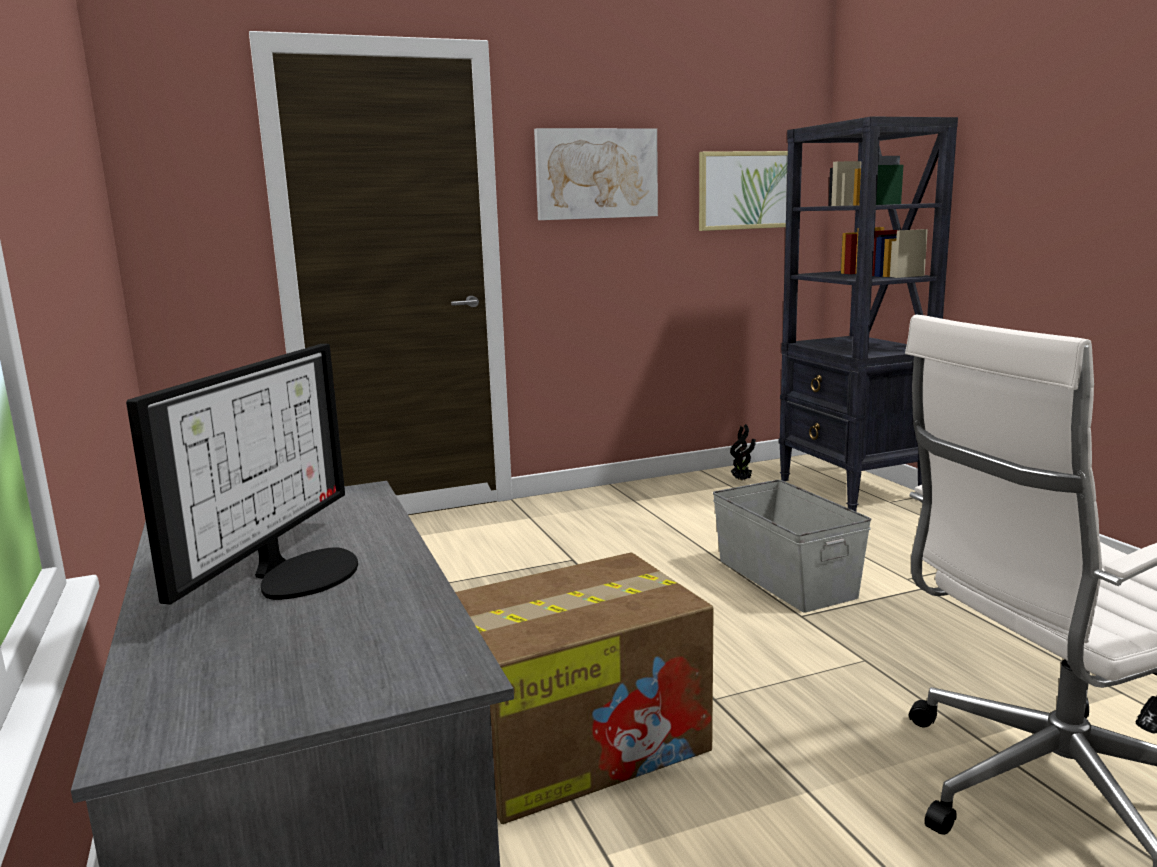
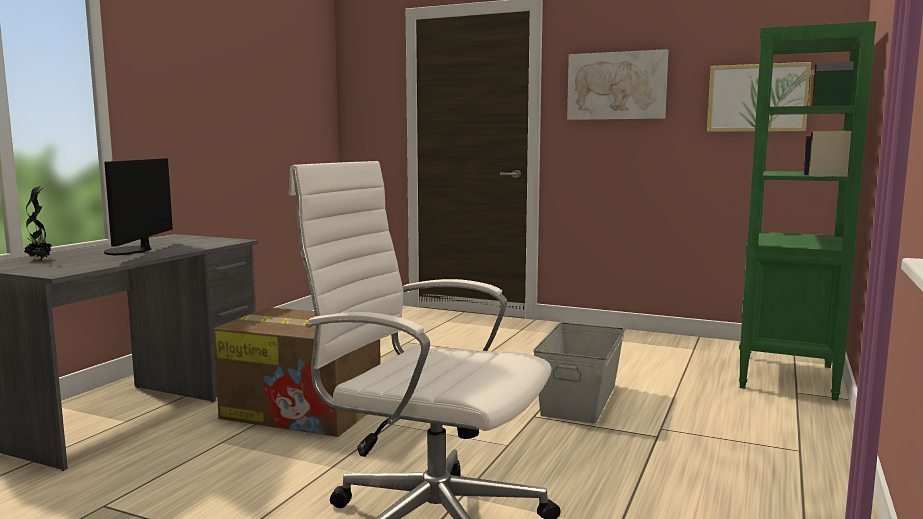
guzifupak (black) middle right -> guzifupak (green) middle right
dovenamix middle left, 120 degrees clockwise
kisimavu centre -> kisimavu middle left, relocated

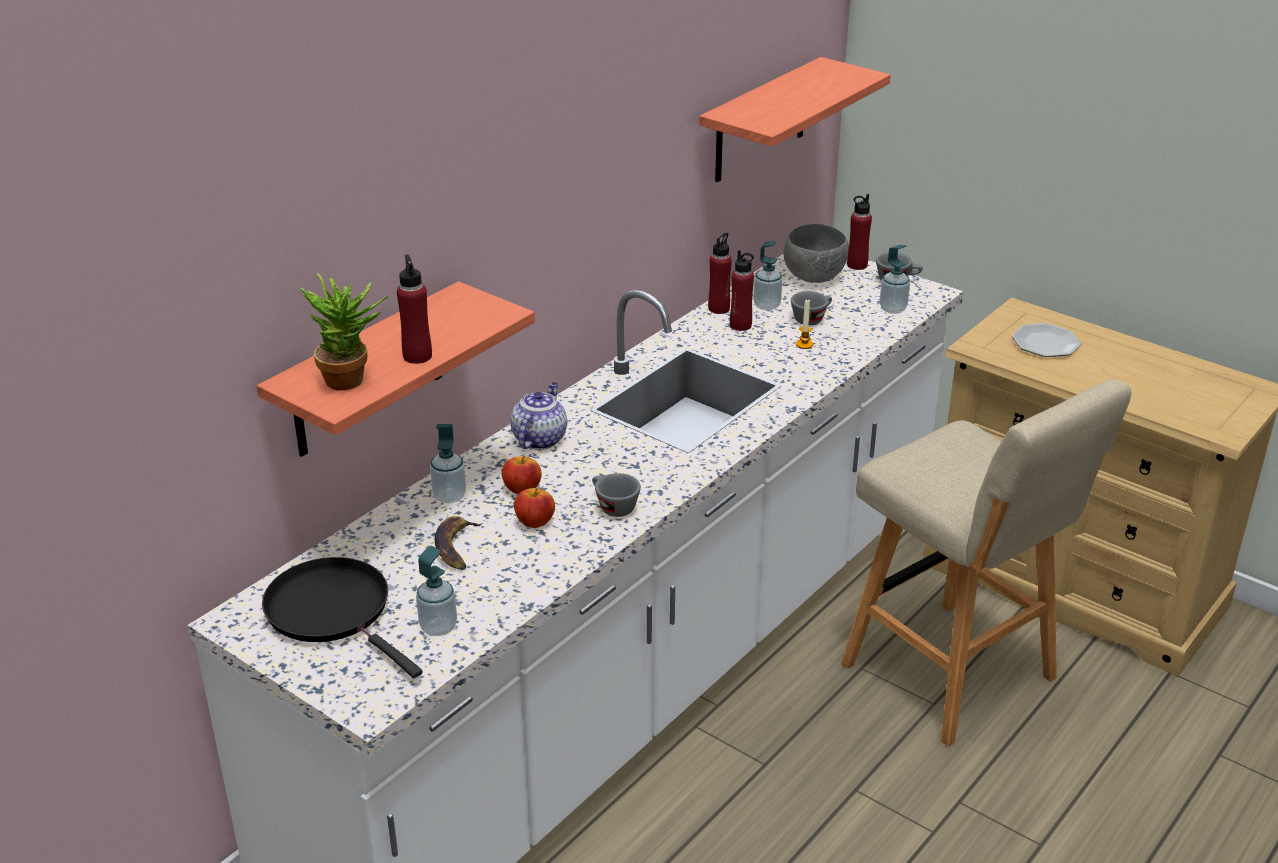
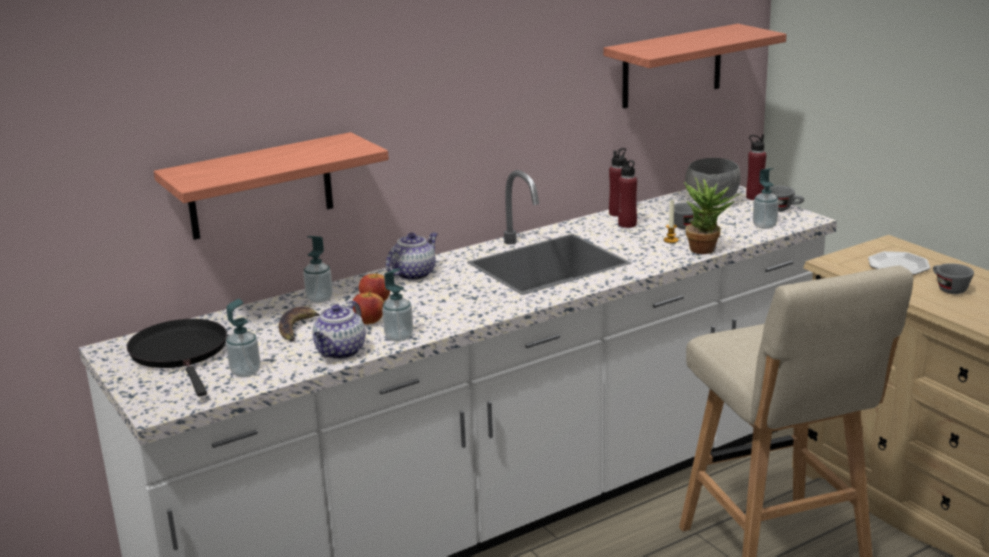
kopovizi (no. 3 from left) top centre -> kopovizi (no. 3 from left) centre, relocated
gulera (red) (no. 1 from left) middle left -> none
kisimavu middle left -> kisimavu middle right, relocated
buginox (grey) (no. 1 from left in the first image) centre -> buginox (grey) (no. 3 from left) middle right, relocated
none -> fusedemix (no. 1 from left) centre

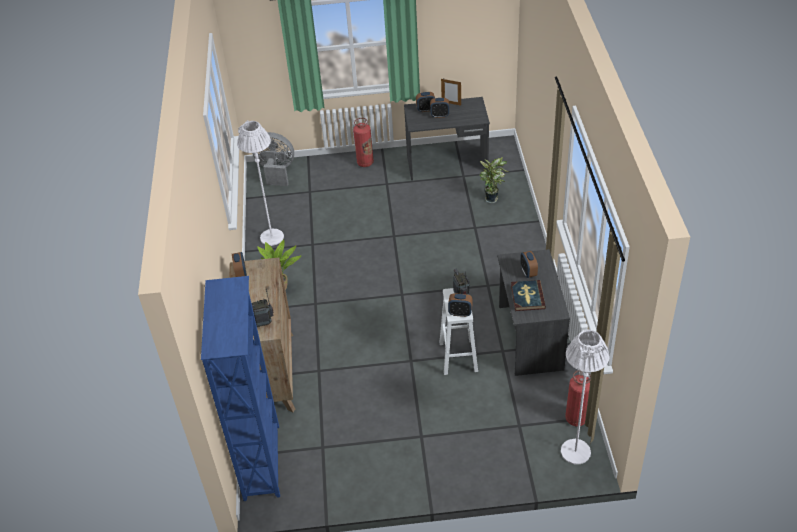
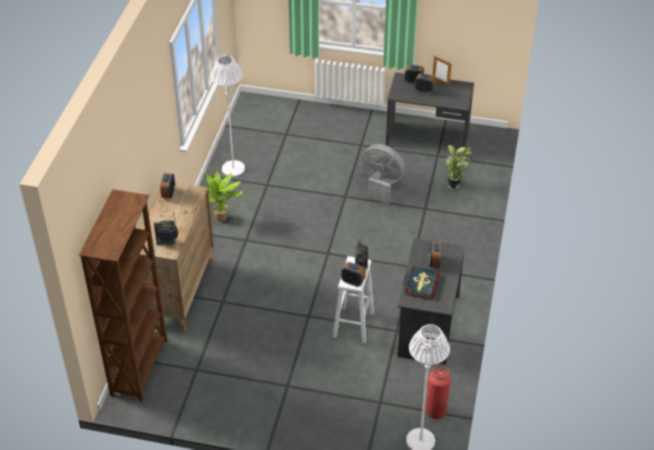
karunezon (no. 1 from left) top centre -> none
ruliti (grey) top centre -> ruliti (grey) centre, relocated
guzifupak (blue) bottom left -> guzifupak (brown) middle left

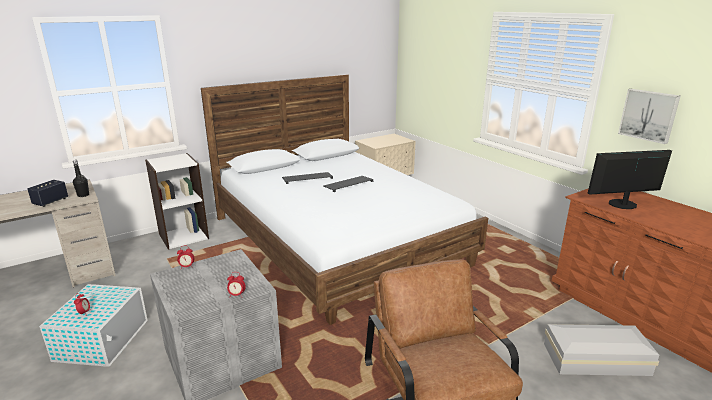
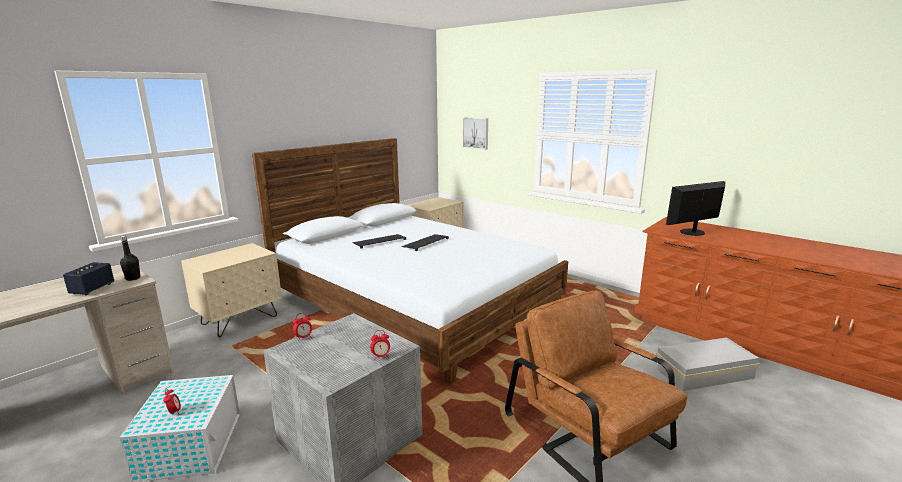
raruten top right -> raruten top centre, relocated
guzifupak (white) middle left -> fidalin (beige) (no. 1 from left) middle left

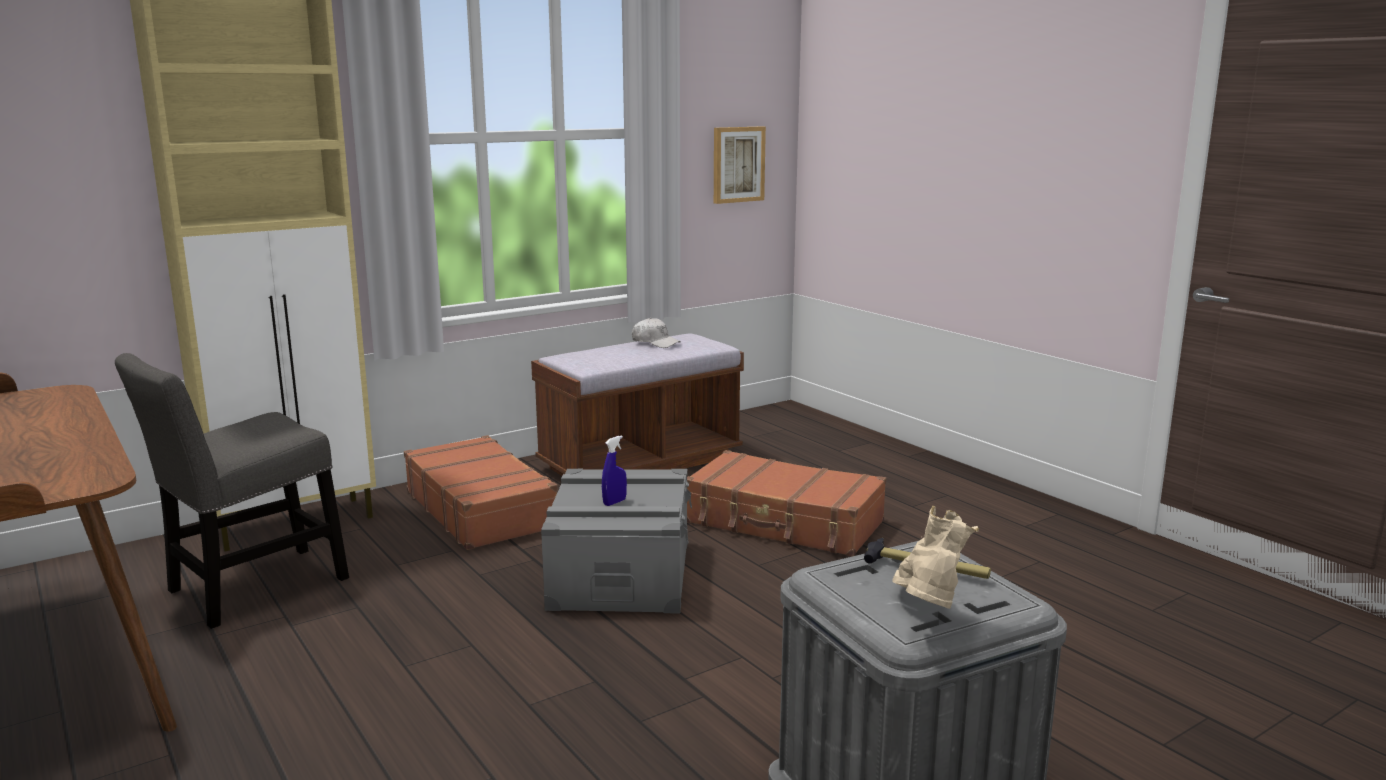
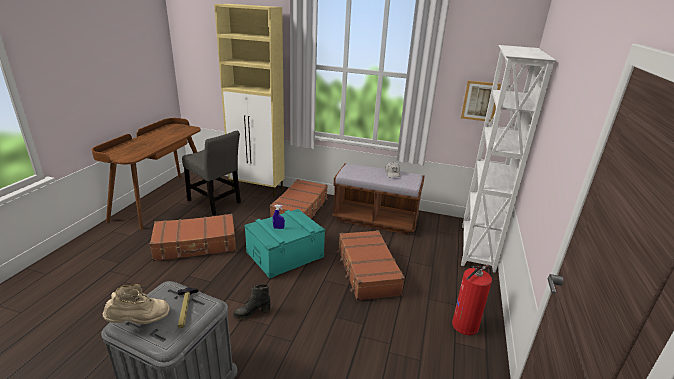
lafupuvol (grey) middle left, 150 degrees counterclockwise
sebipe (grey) (no. 1 from left) bottom centre -> sebipe (turquoise) centre
none -> guzifupak (white) middle right
none -> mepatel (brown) (no. 1 from left) middle left
none -> karunezon bottom right
none -> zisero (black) bottom centre

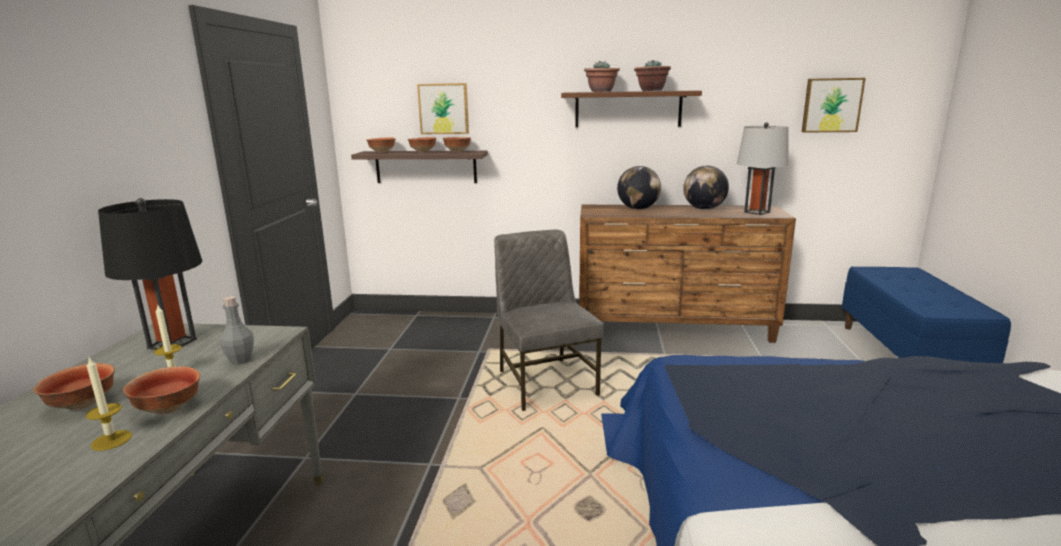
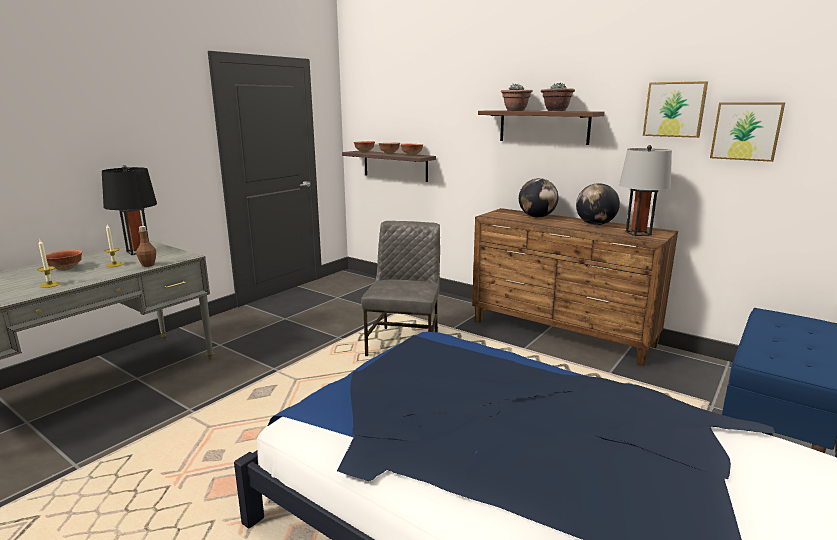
raruten (no. 1 from left) top centre -> raruten (no. 1 from left) top right, relocated
gulera (grey) middle left -> gulera (brown) middle left
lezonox (no. 2 from left) bottom left -> none

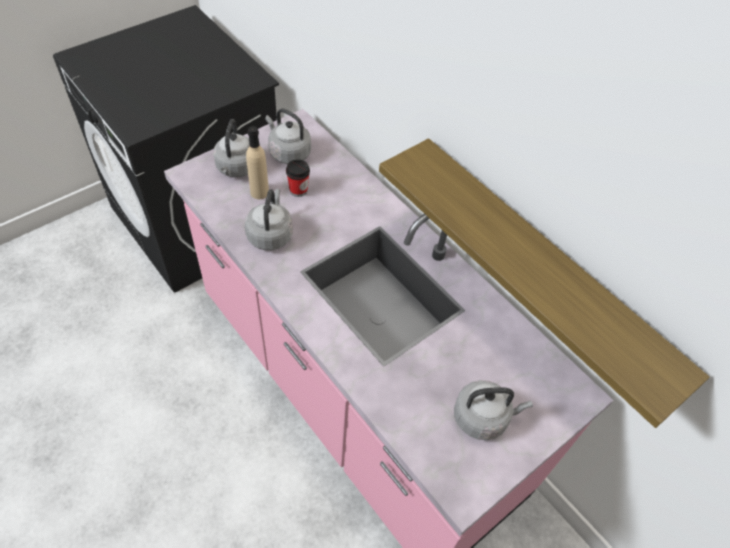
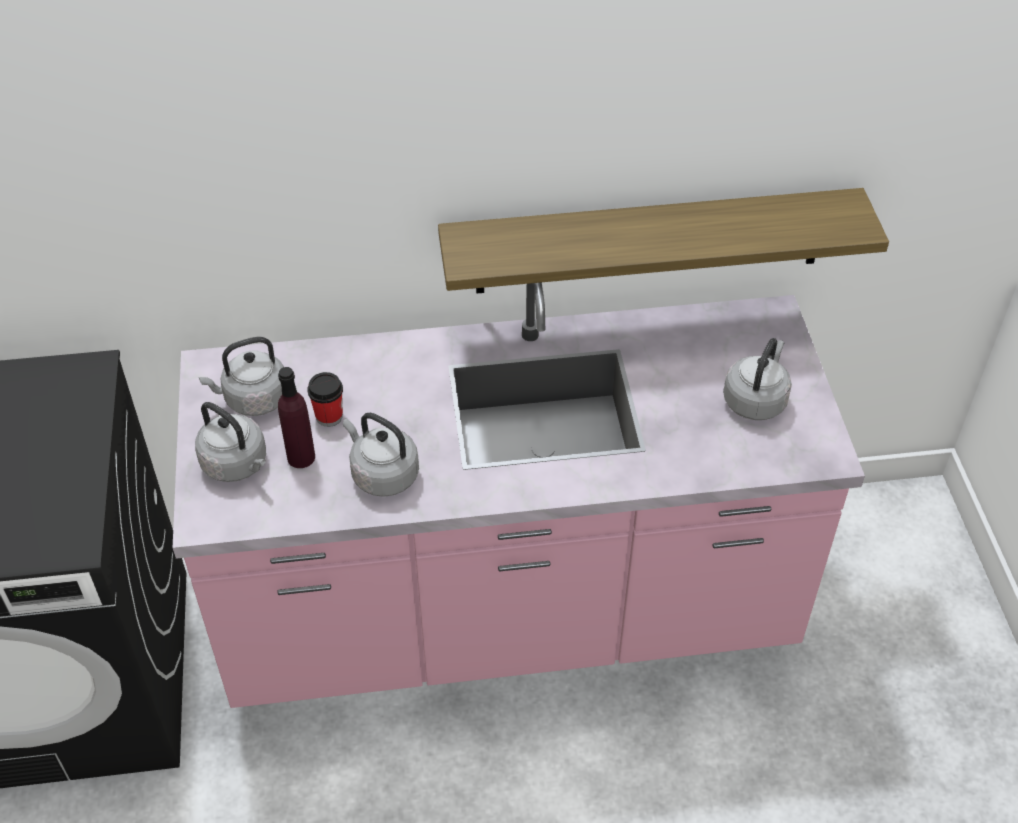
gulera (beige) top centre -> gulera (purple) middle left

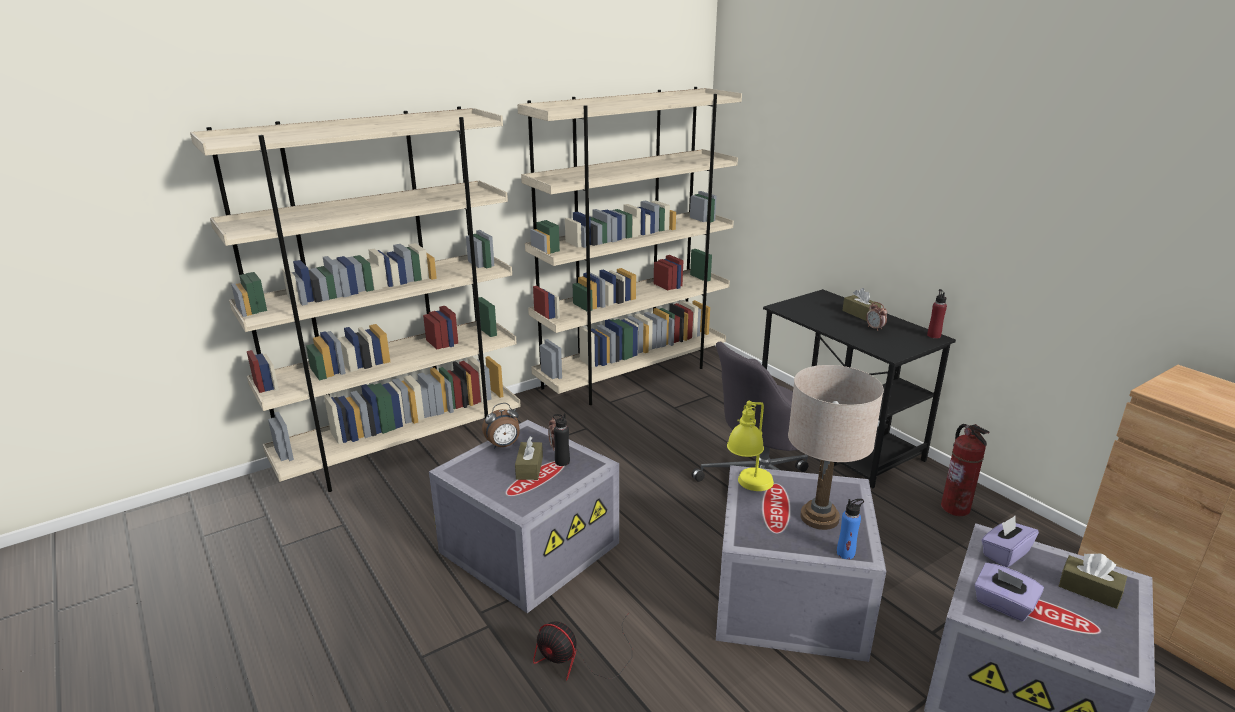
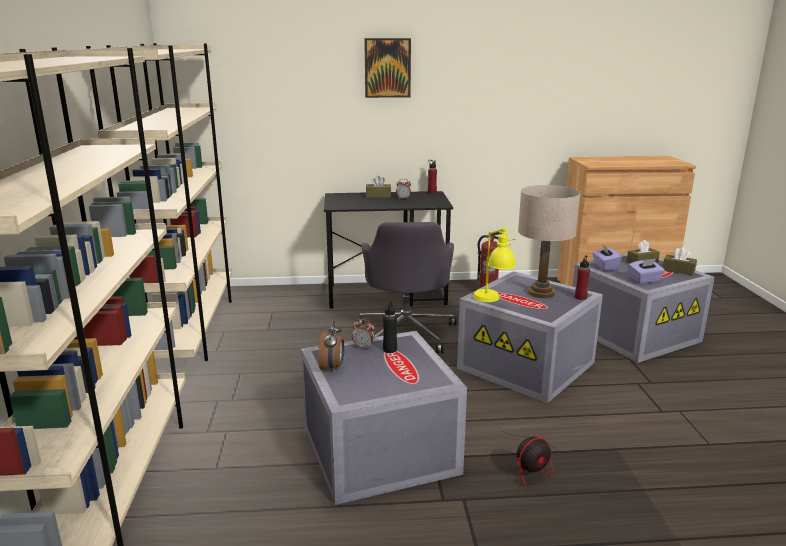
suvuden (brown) (no. 1 from left in the first image) centre -> suvuden (brown) (no. 3 from left) middle right, relocated
gulera (blue) bottom right -> gulera (red) (no. 2 from left) middle right
none -> raruten top centre

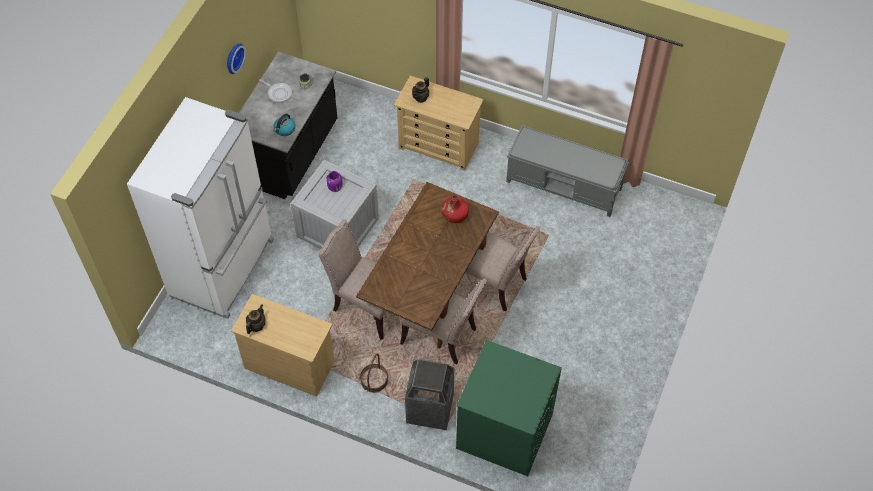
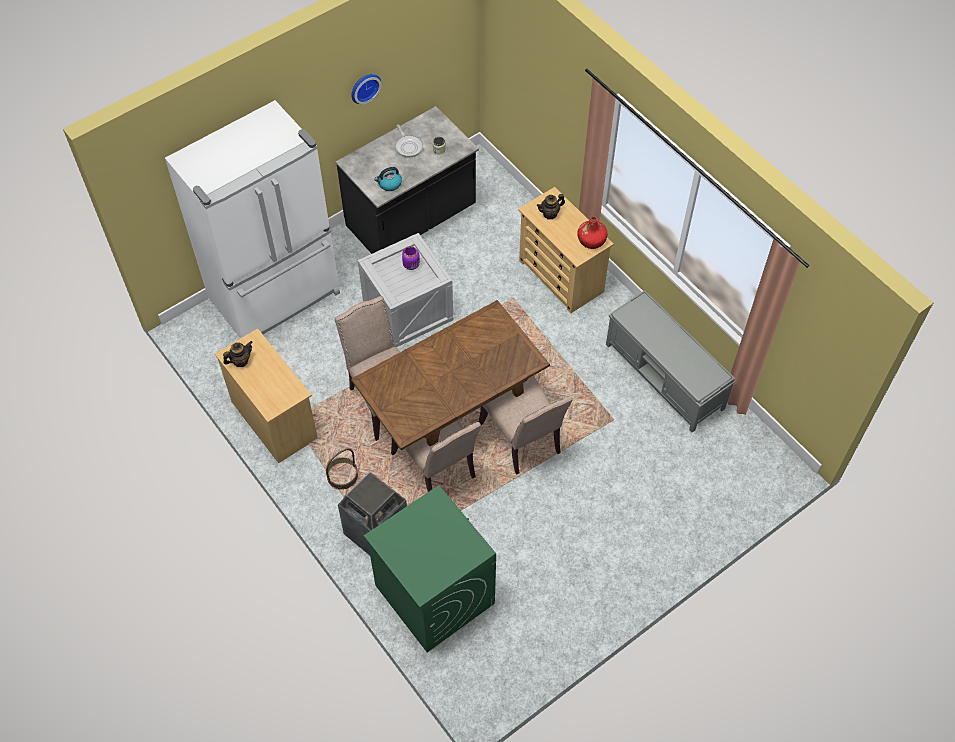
gulera (red) centre -> gulera (red) top centre, relocated

